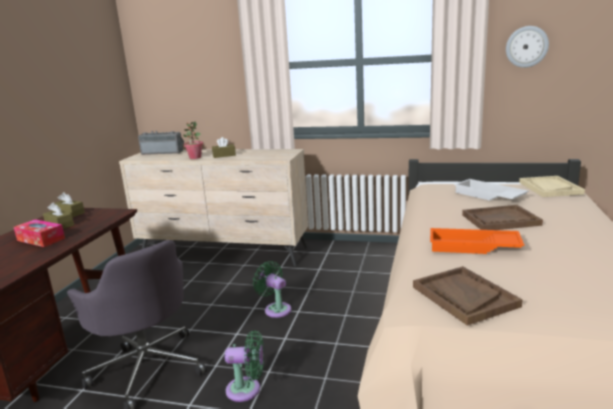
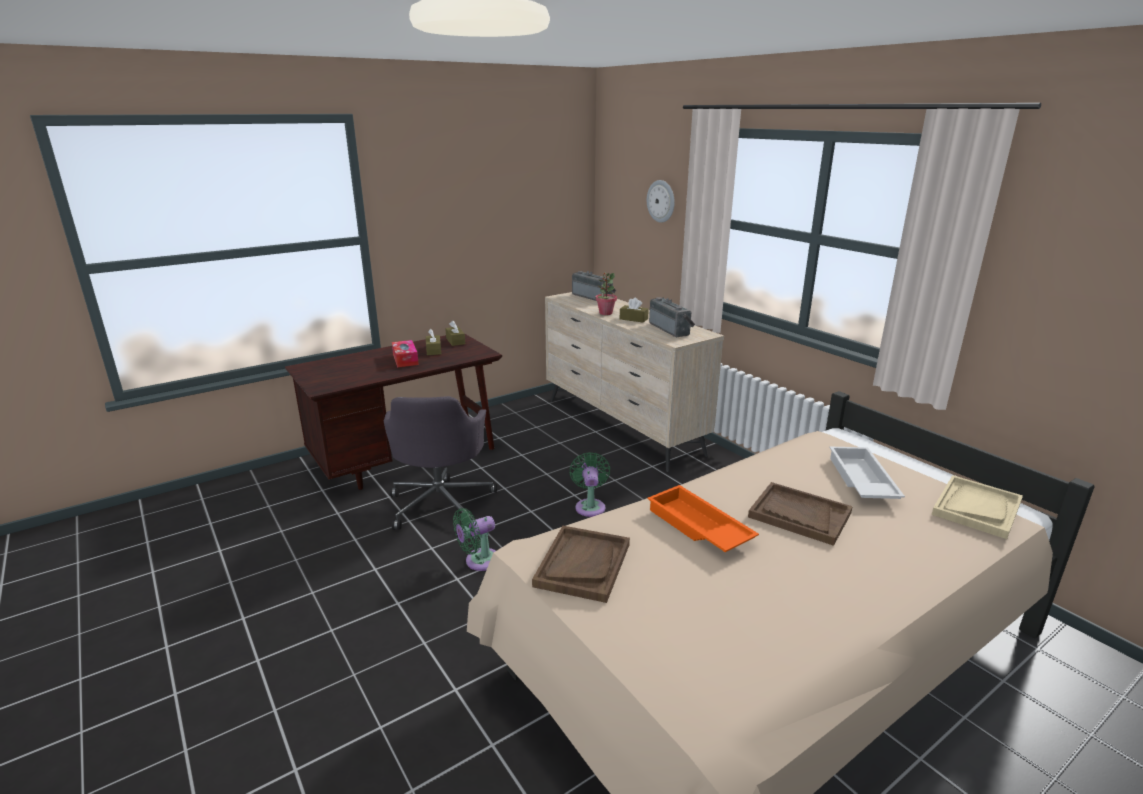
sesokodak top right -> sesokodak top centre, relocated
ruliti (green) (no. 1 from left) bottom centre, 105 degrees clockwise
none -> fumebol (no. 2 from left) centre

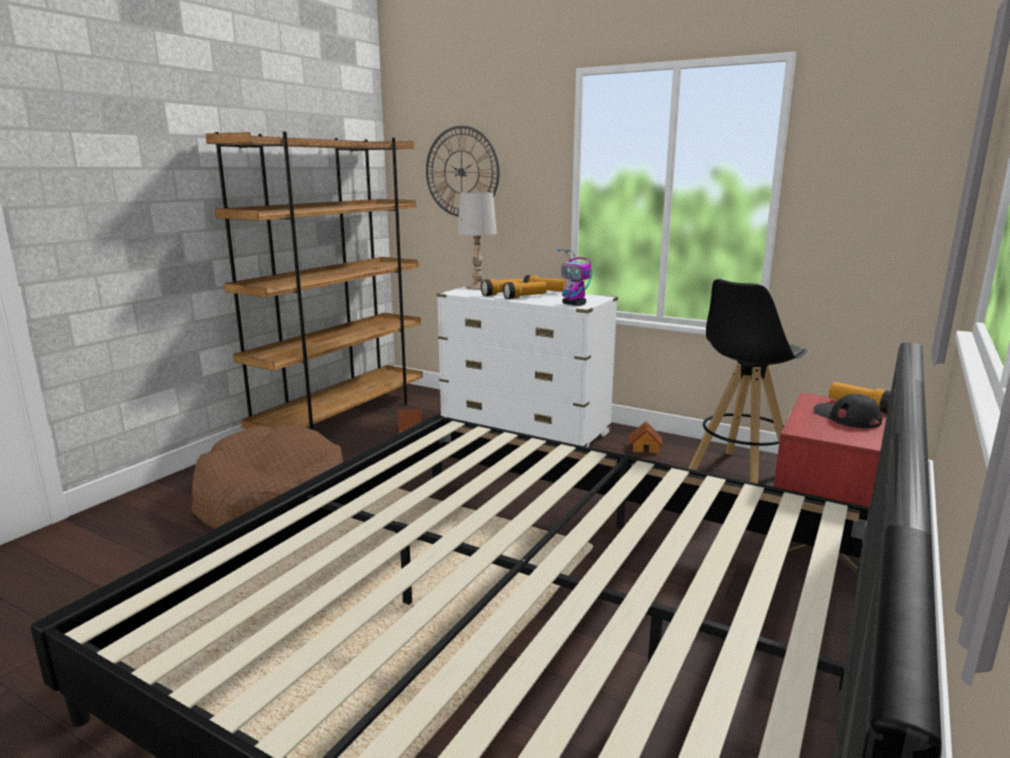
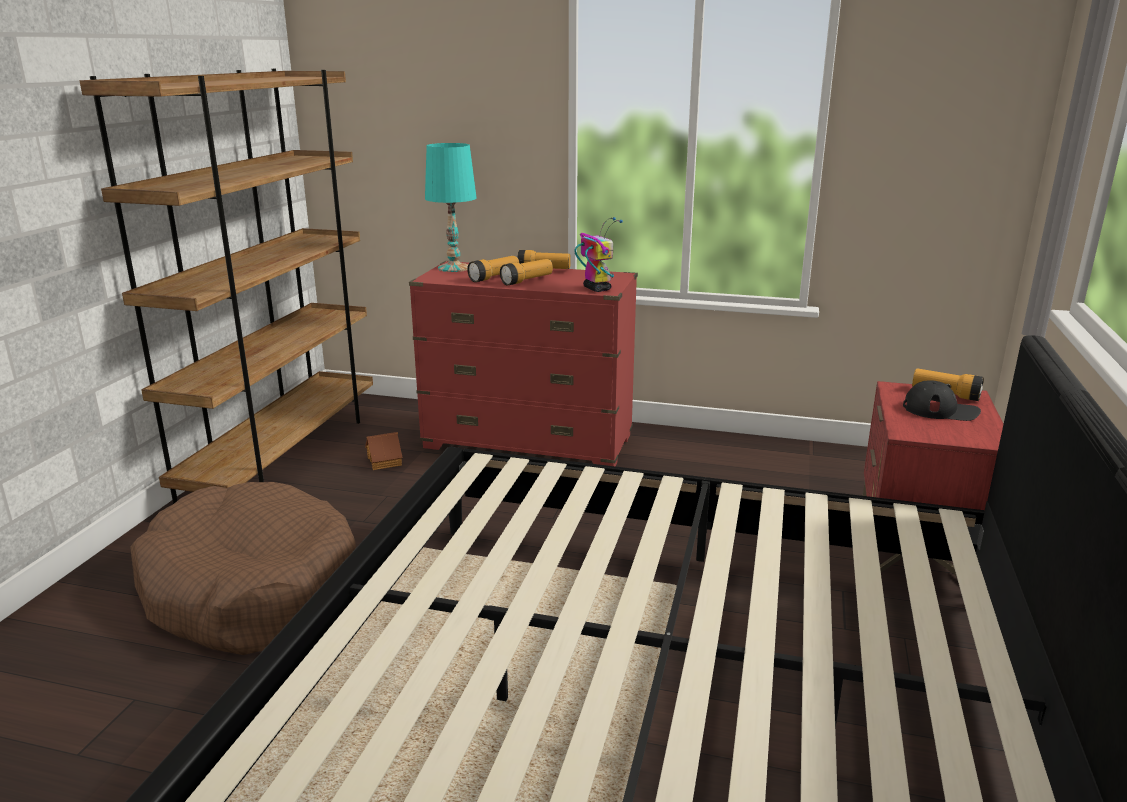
sesokodak top centre -> none
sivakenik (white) top centre -> sivakenik (turquoise) top centre
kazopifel centre -> kazopifel top centre, 150 degrees counterclockwise
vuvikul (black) middle right -> none
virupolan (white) centre -> virupolan (red) centre
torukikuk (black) middle right, 150 degrees clockwise
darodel (no. 2 from left) centre -> none

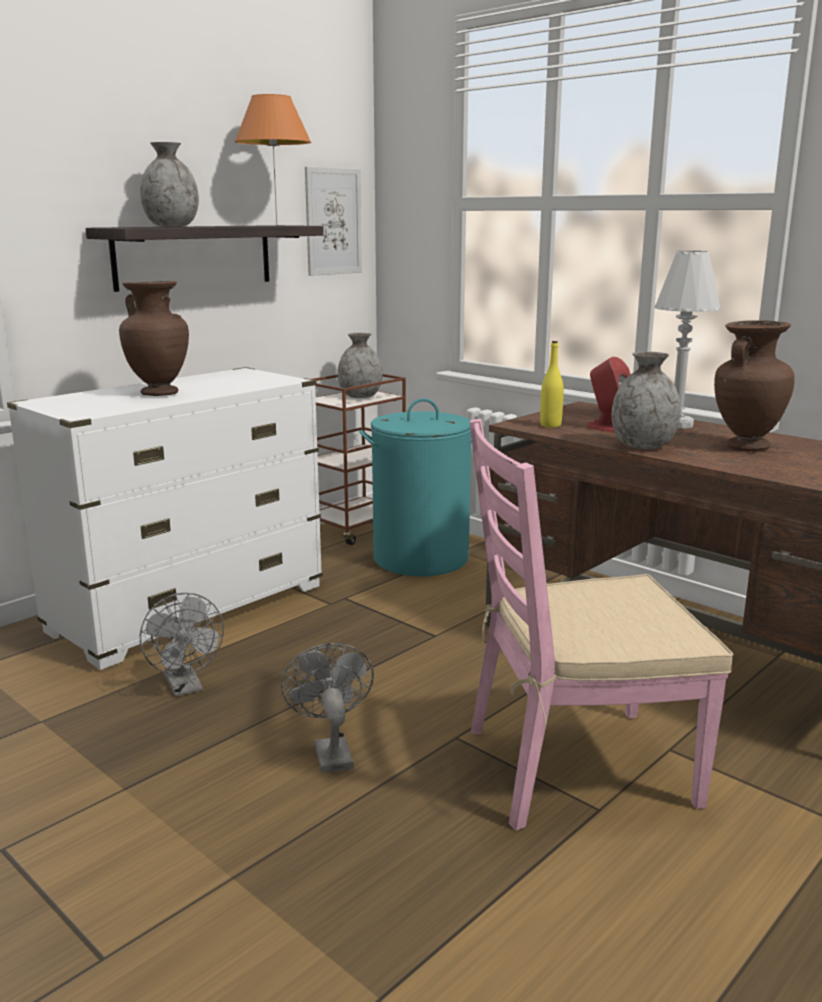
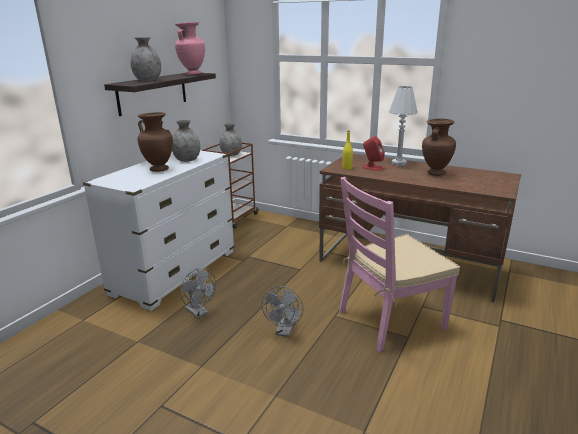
sivakenik (orange) top left -> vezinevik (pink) top left
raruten top centre -> none
vezinevik (grey) (no. 3 from left in the first image) middle right -> vezinevik (grey) (no. 2 from left) top left, relocated
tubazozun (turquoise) centre -> none
ruliti (grey) (no. 2 from left) bottom centre, 135 degrees counterclockwise

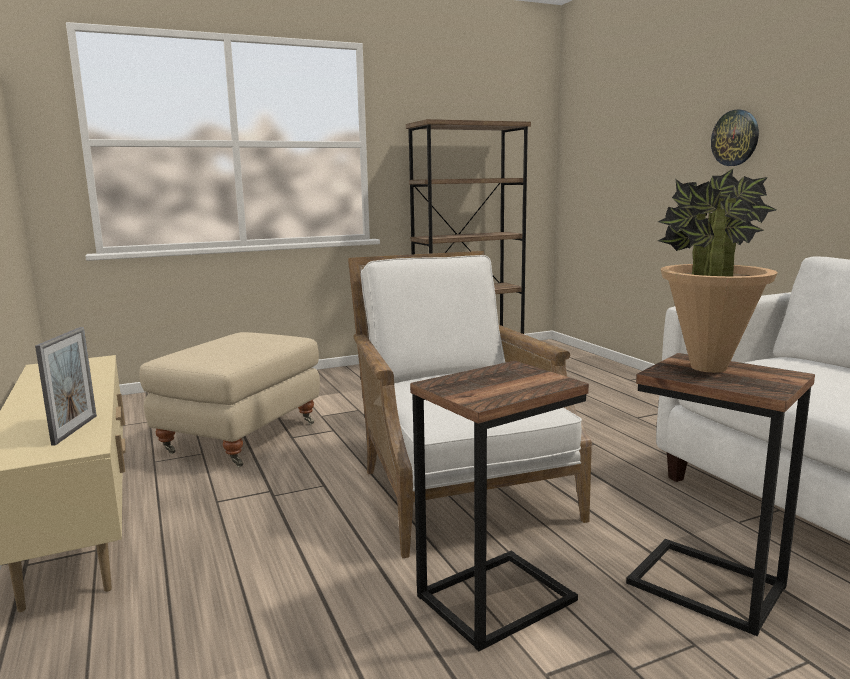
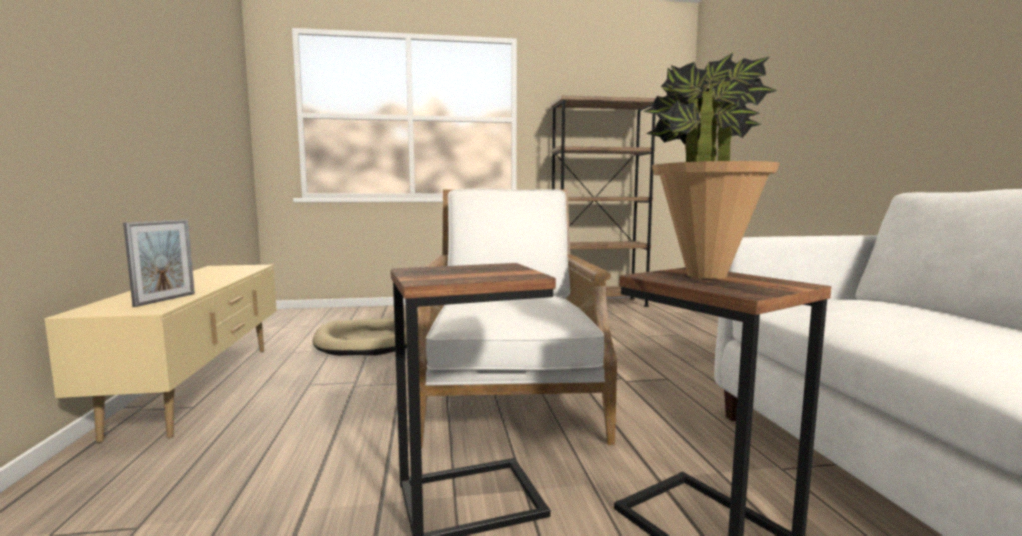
sesokodak top right -> none
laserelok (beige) middle left -> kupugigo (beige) centre

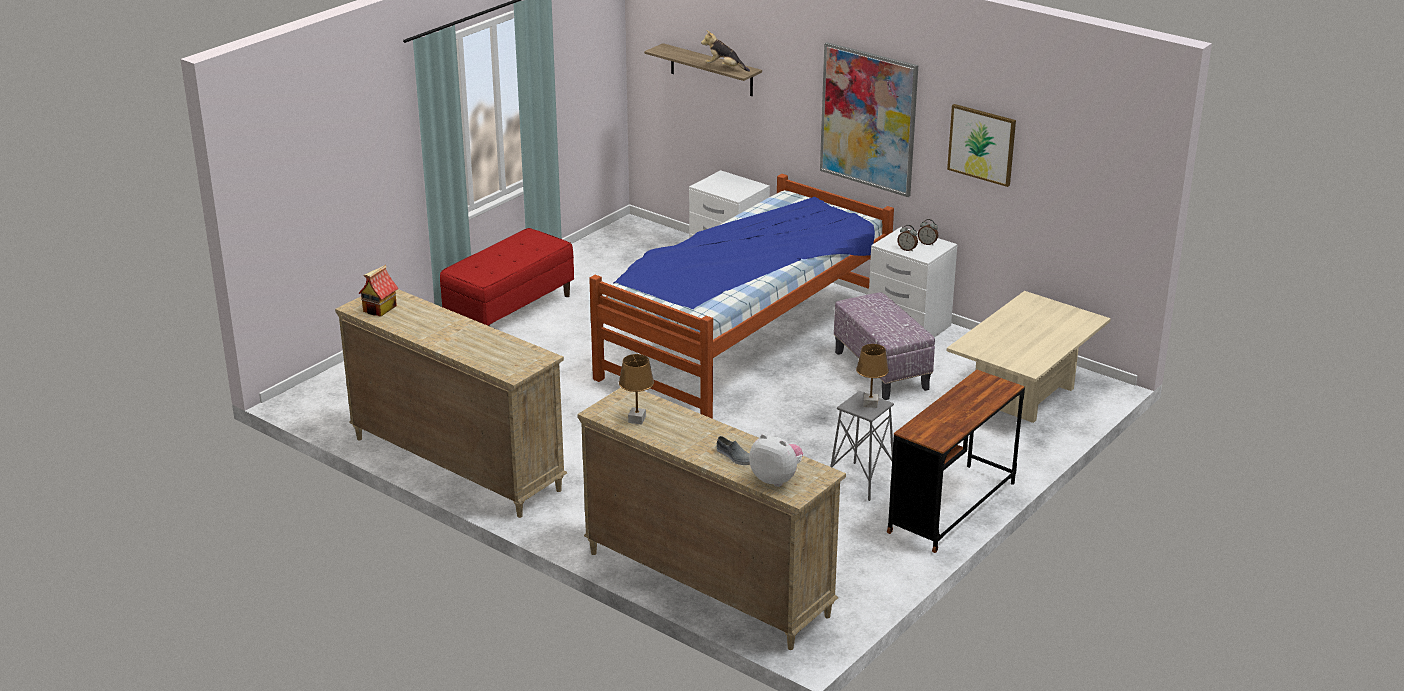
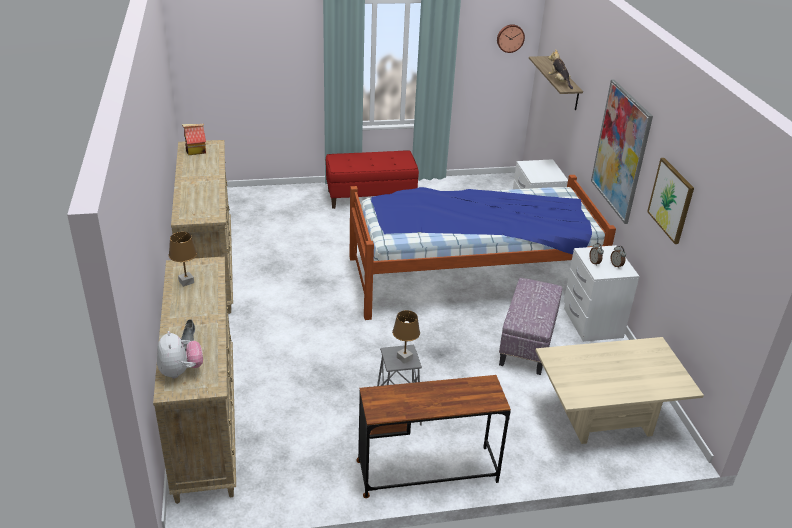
none -> sesokodak top centre

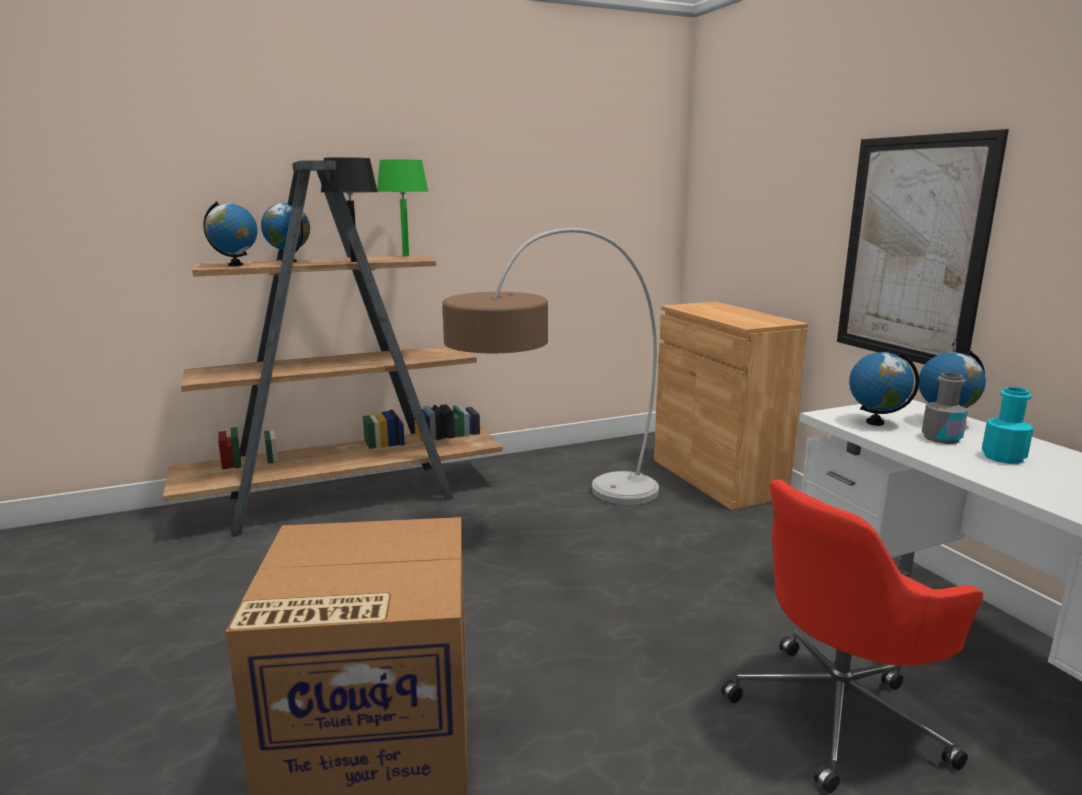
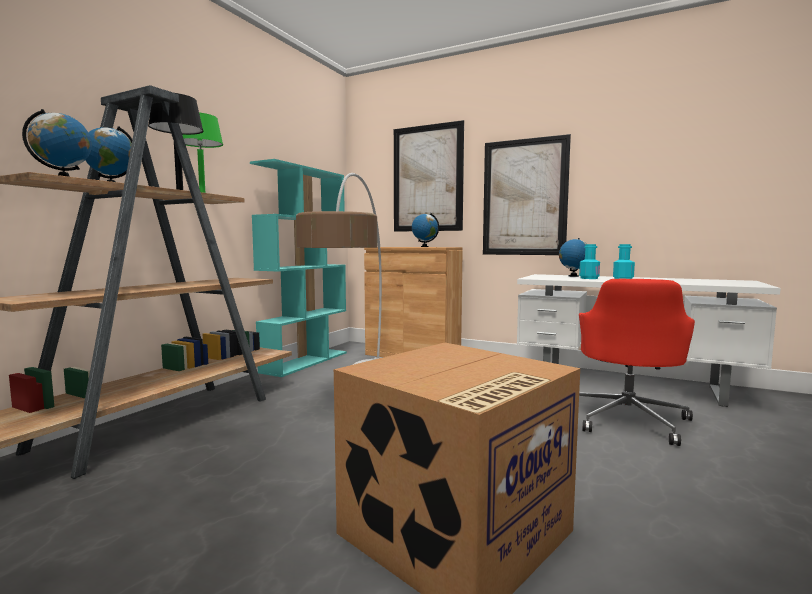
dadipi (no. 3 from left) middle right -> dadipi (no. 3 from left) centre, relocated
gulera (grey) middle right -> gulera (turquoise) (no. 1 from left) middle right
none -> raruten (no. 1 from left) top centre
none -> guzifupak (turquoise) centre

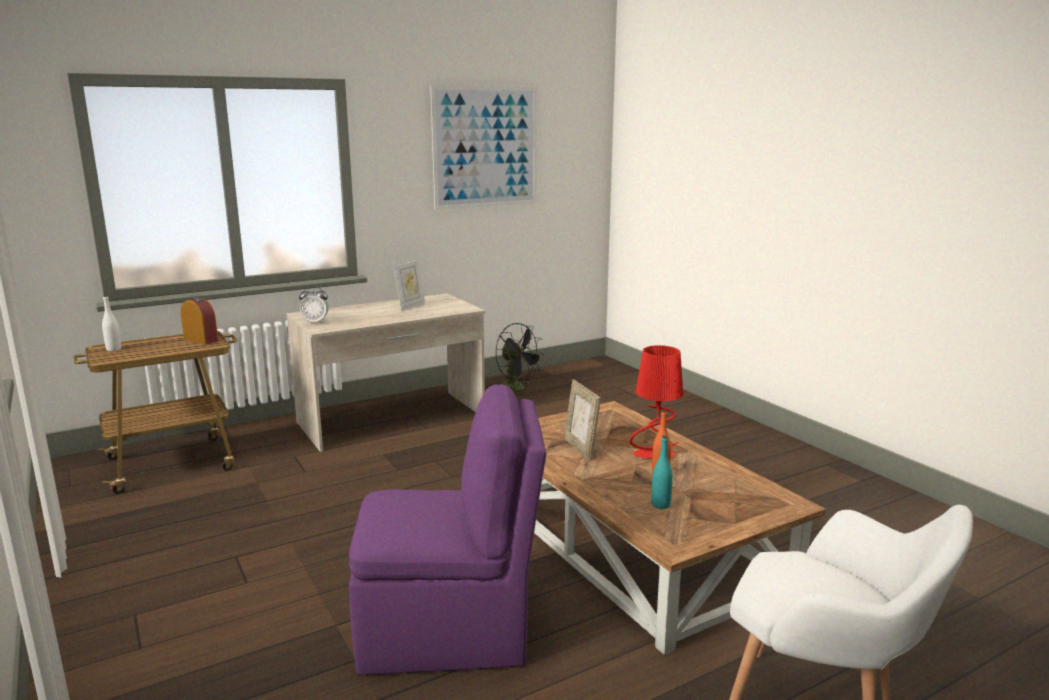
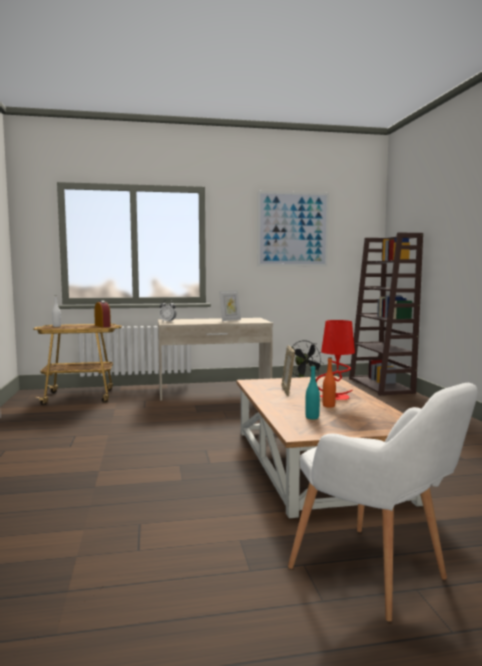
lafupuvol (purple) bottom centre -> none
none -> guzifupak (brown) middle right

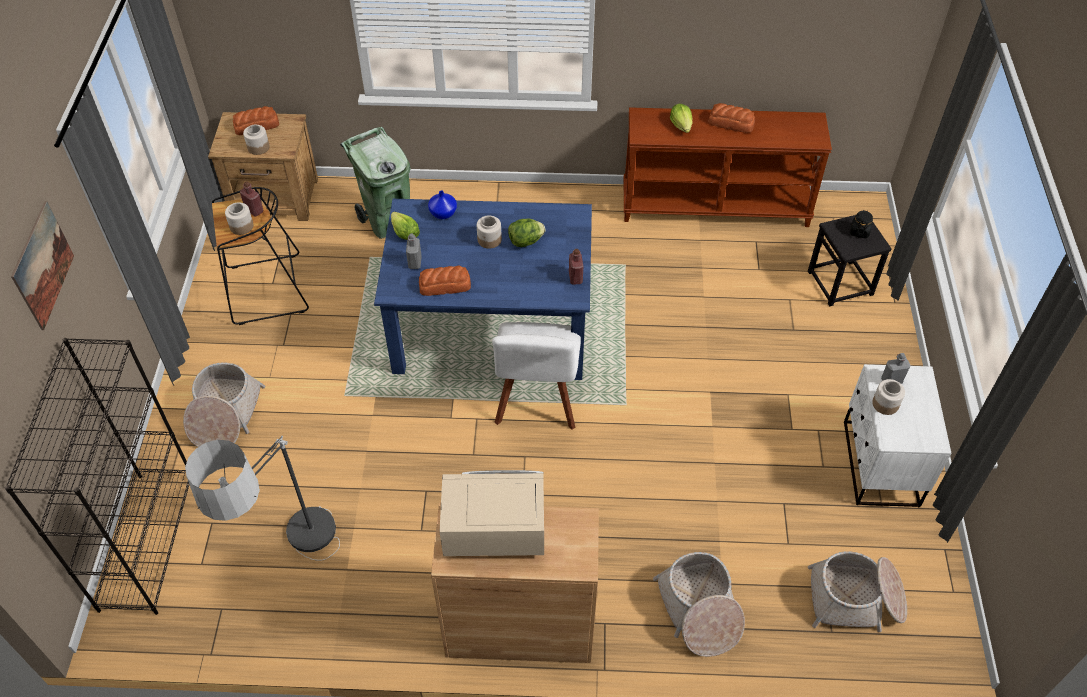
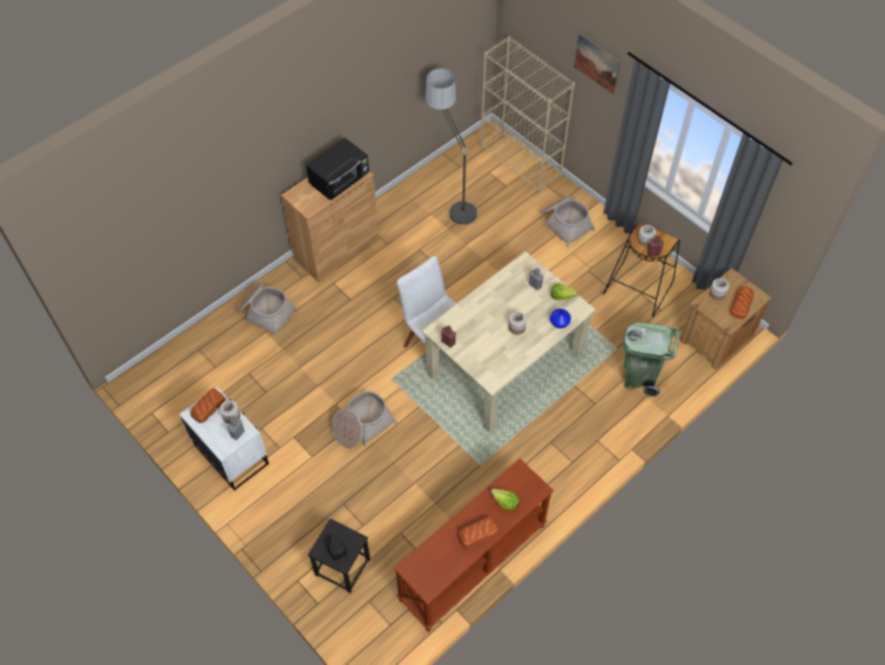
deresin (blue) centre -> deresin (beige) centre
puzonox (no. 2 from left) centre -> none
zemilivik (no. 2 from left in the first image) centre -> zemilivik (no. 1 from left) middle left, relocated
guzifupak (black) bottom left -> guzifupak (beige) top centre
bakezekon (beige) bottom centre -> bakezekon (black) top centre
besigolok (no. 3 from left in the first image) bottom right -> besigolok (no. 2 from left) centre, relocated

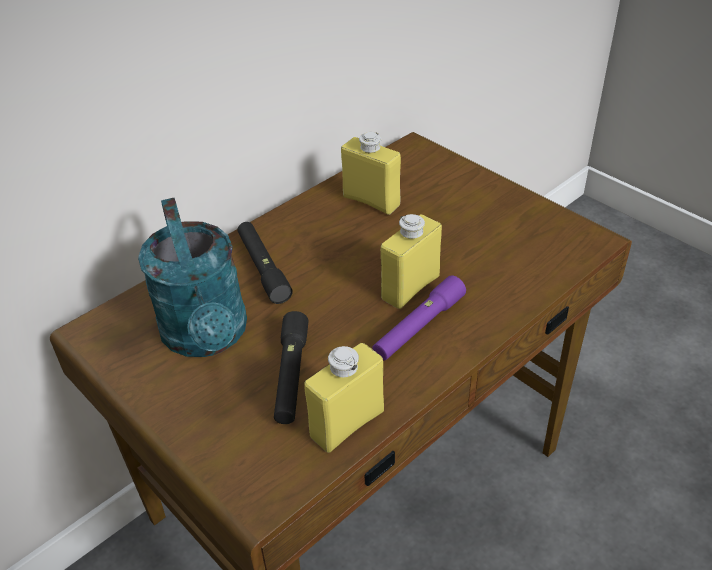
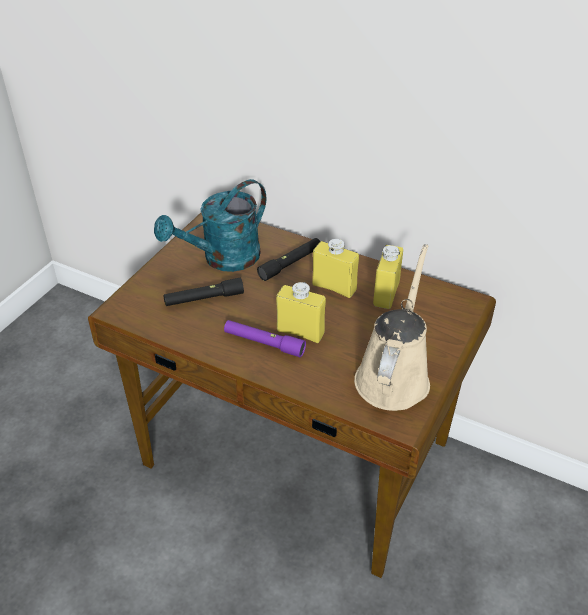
gulera (yellow) (no. 1 from left in the first image) bottom centre -> gulera (yellow) (no. 2 from left) centre, relocated
none -> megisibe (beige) middle right

